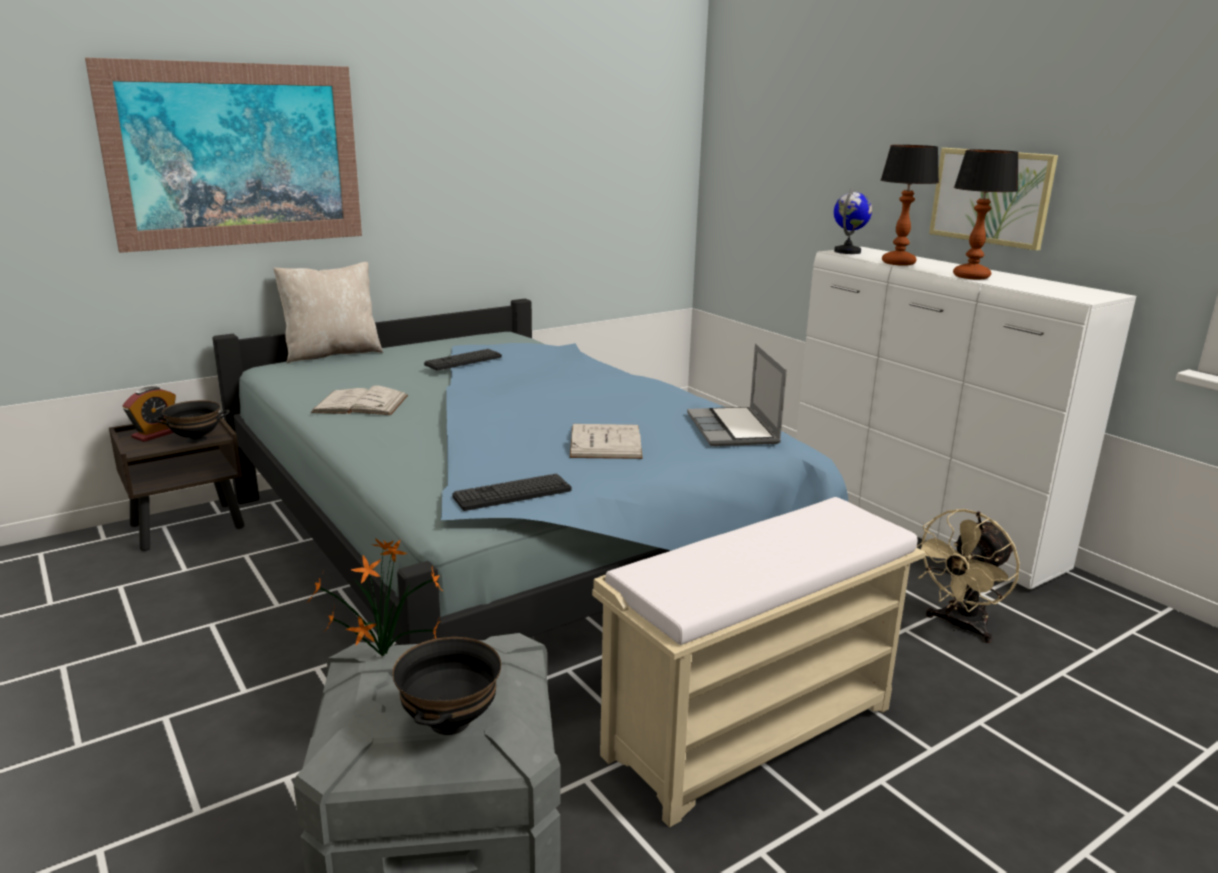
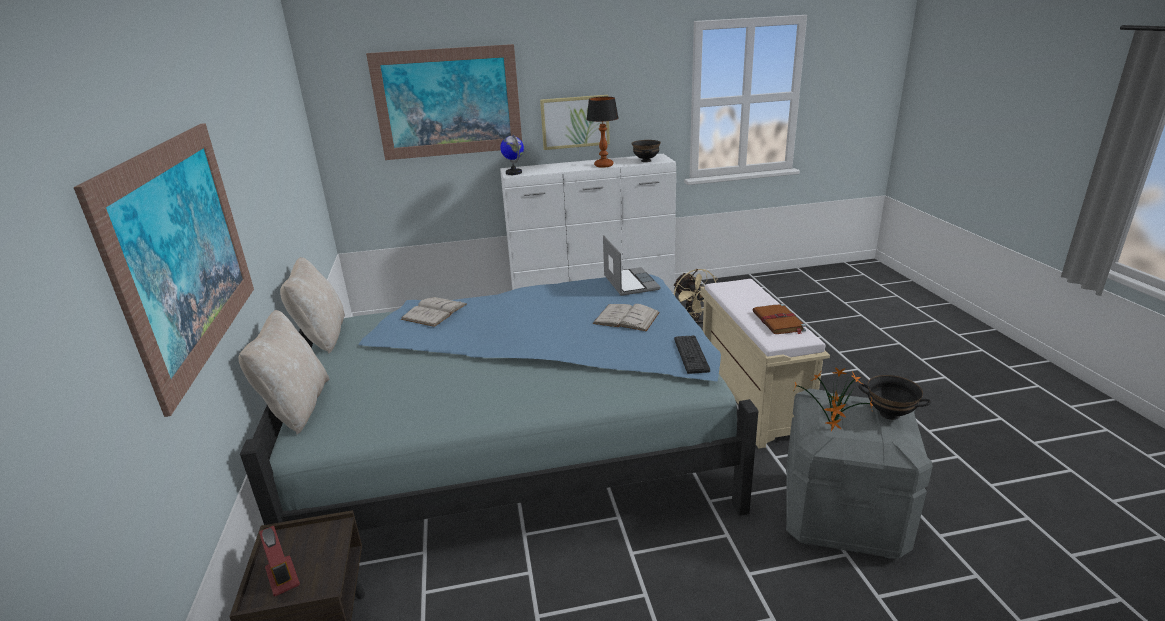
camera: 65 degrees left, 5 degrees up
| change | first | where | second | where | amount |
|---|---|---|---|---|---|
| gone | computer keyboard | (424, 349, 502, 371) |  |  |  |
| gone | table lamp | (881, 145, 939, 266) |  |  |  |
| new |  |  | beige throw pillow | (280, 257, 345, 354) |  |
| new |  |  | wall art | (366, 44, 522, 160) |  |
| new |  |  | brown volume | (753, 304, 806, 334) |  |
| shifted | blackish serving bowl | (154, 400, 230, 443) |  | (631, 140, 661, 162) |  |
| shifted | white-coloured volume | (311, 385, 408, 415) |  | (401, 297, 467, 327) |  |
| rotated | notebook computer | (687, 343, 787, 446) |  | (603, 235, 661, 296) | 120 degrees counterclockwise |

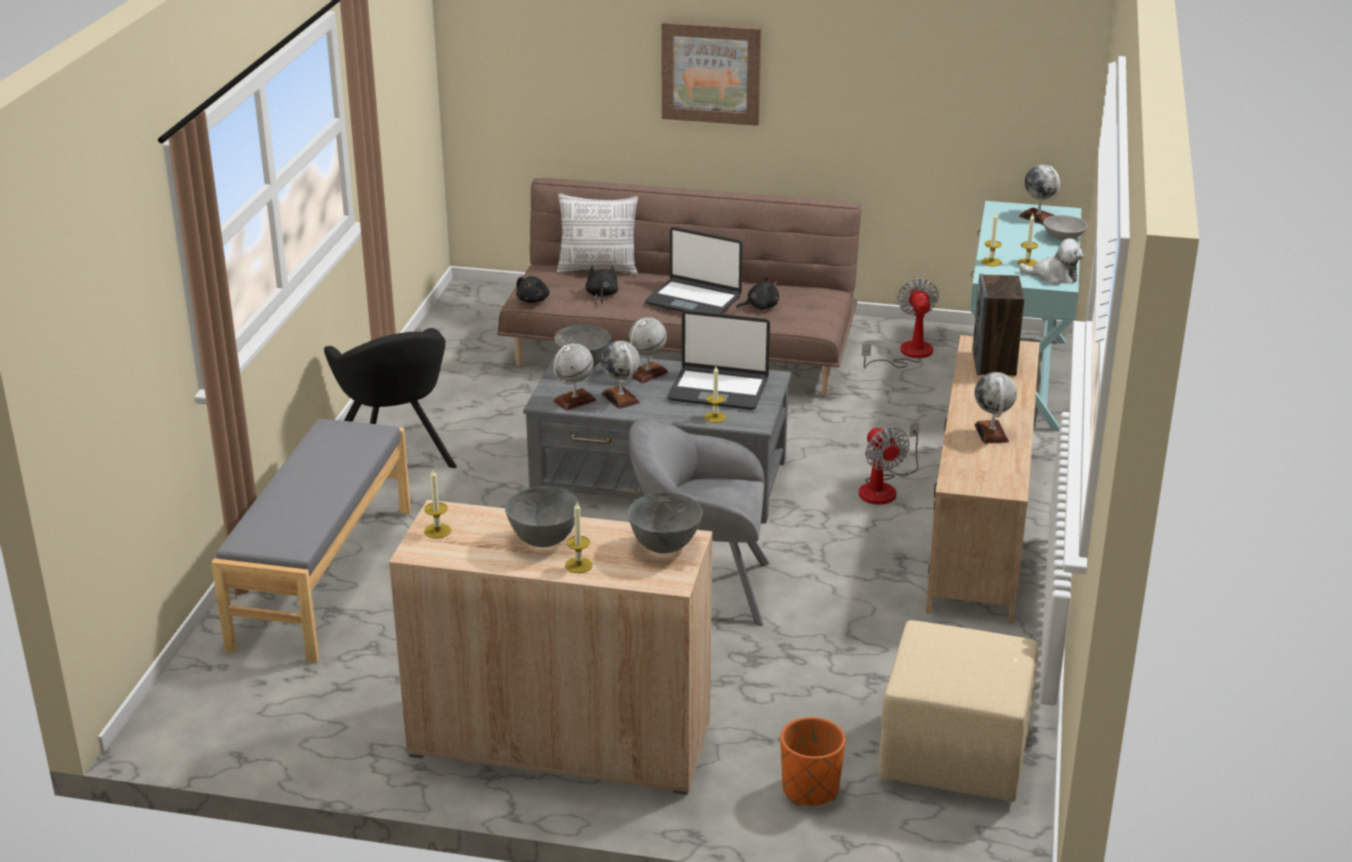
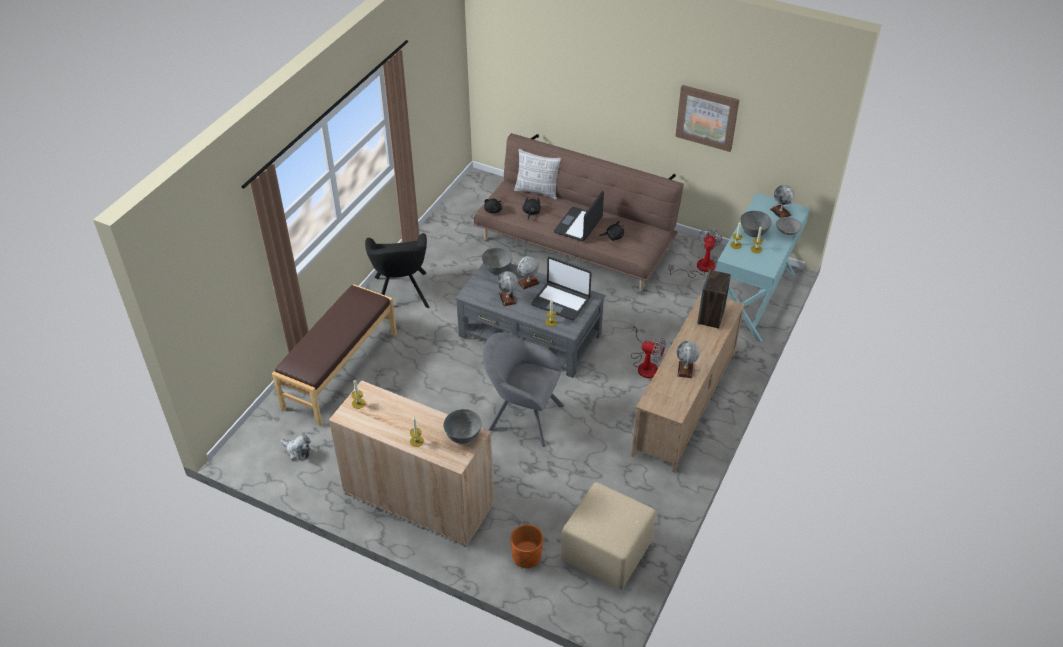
camera: 15 degrees right, 15 degrees up
| change | first | where | second | where | amount |
|---|---|---|---|---|---|
| gone | world globe | (553, 343, 596, 411) |  |  |  |
| shifted | greyish serving bowl | (505, 487, 580, 547) |  | (740, 211, 772, 237) |  |
| shifted | wall art | (661, 21, 762, 126) |  | (675, 85, 739, 152) |  |
| shifted | soft toy | (1019, 238, 1084, 285) |  | (281, 435, 312, 460) |  |
| repainted | greyish indoor bench | (211, 419, 411, 663) | brown indoor bench | (272, 284, 397, 426) |  |
| rotated | notebook computer | (645, 227, 743, 314) |  | (554, 191, 604, 241) | 75 degrees clockwise |
| rotated | fan | (859, 423, 919, 505) |  | (631, 322, 666, 378) | 60 degrees counterclockwise |

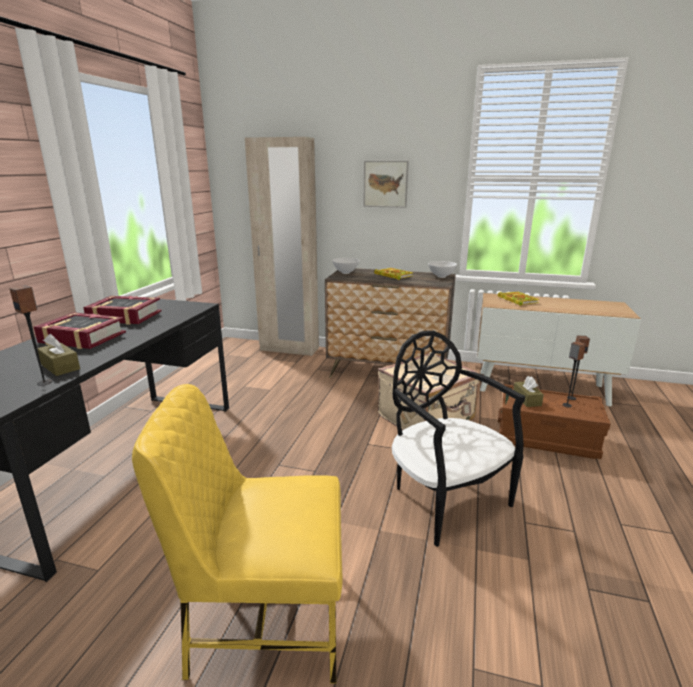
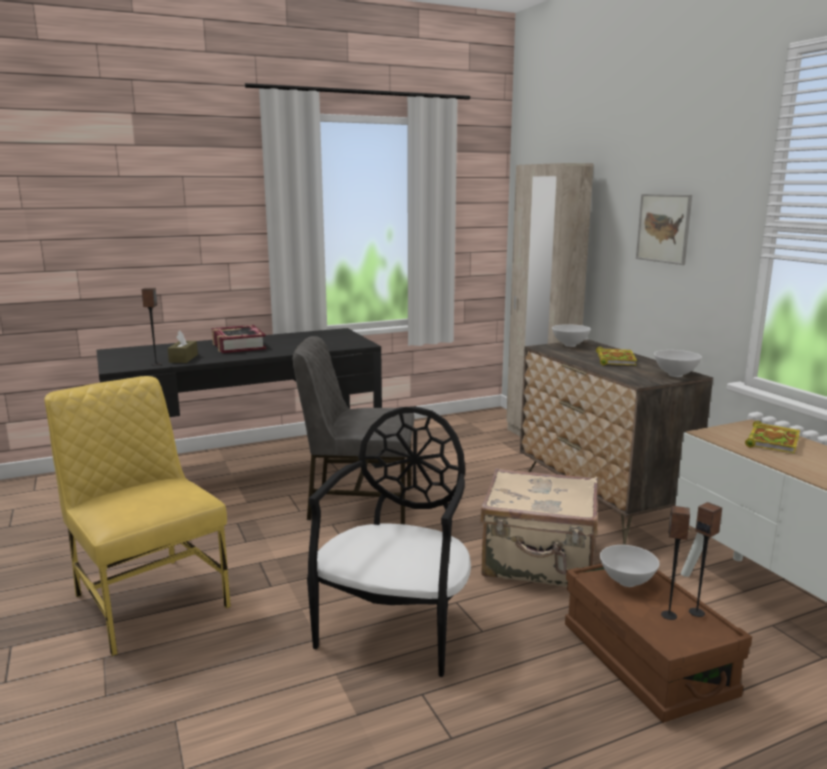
camera: 50 degrees right, 5 degrees down
| change | first | where | second | where | amount |
|---|---|---|---|---|---|
| gone | volume | (83, 296, 162, 325) |  |  |  |
| new |  |  | greyish upright chair | (293, 336, 415, 524) |  |
| swapped | brown tissue box | (513, 376, 544, 407) | white-coloured serving bowl | (600, 545, 660, 587) |  |

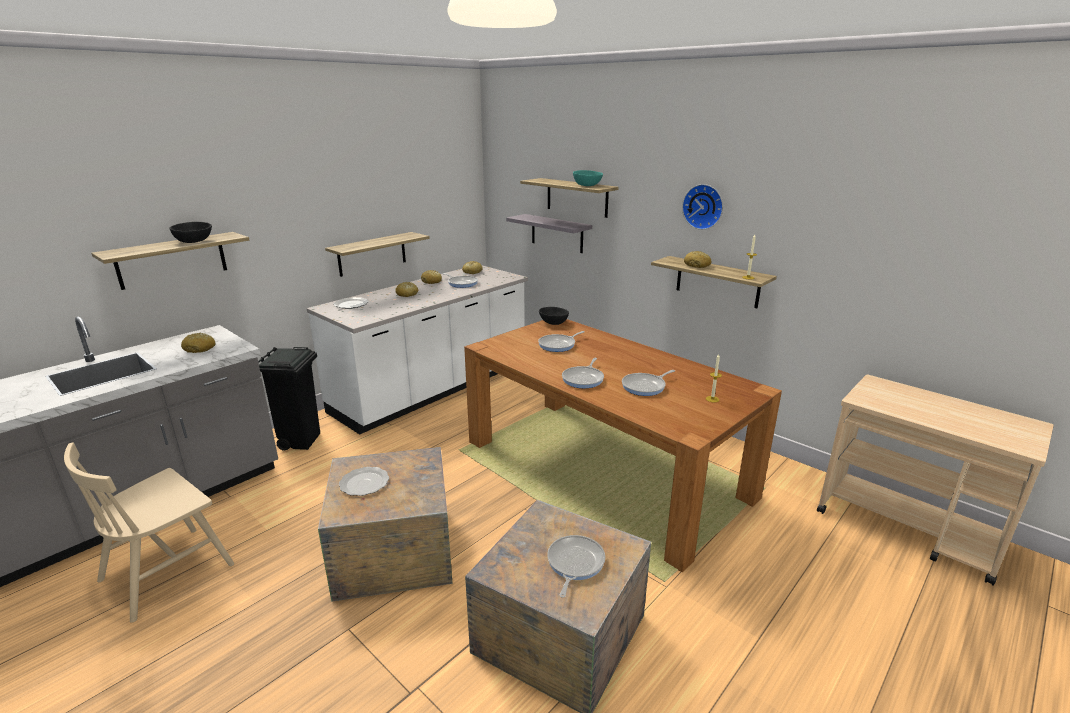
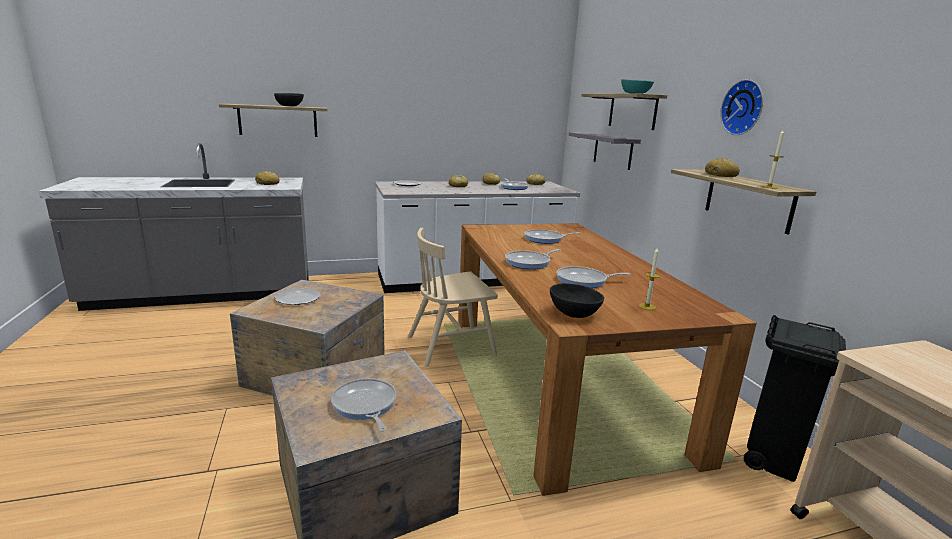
camera: 30 degrees right, 5 degrees down
| change | first | where | second | where | amount |
|---|---|---|---|---|---|
| gone | wall shelf | (325, 232, 430, 277) |  |  |  |
| shifted | beige upright chair | (64, 442, 234, 623) |  | (408, 228, 498, 367) |  |
| shifted | blackish trash can | (258, 347, 320, 451) |  | (744, 315, 846, 482) |  |
| shifted | blackish serving bowl | (539, 307, 569, 325) |  | (550, 283, 604, 318) |  |
| rotated | frying pan | (547, 535, 605, 598) |  | (331, 378, 397, 431) | 75 degrees counterclockwise |

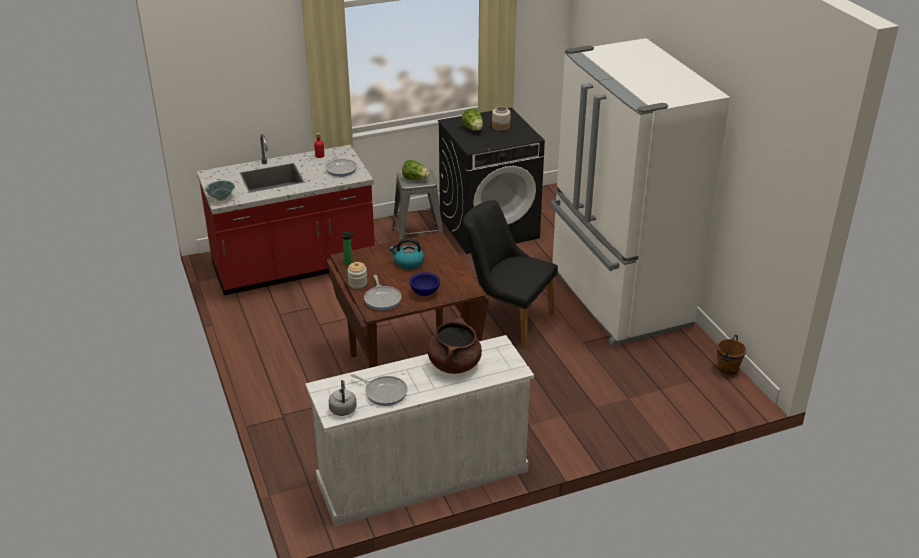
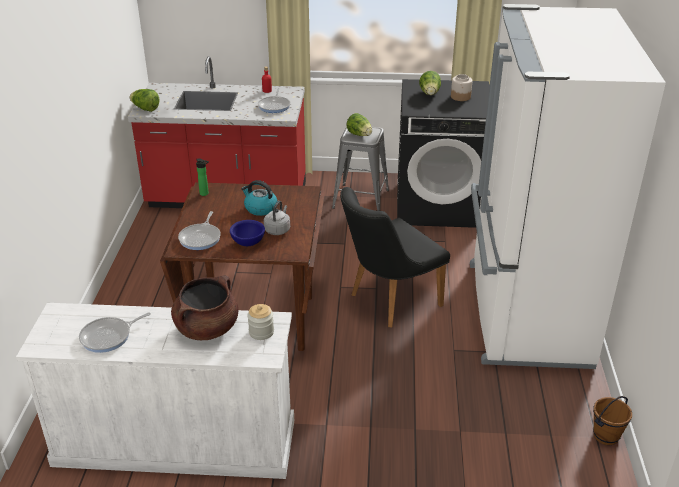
camera: 25 degrees right, 0 degrees up
| change | first | where | second | where | amount |
|---|---|---|---|---|---|
| shifted | greyish water kettle | (329, 380, 357, 416) |  | (264, 201, 290, 235) |  |
| shifted | preserve jar | (347, 262, 367, 289) |  | (247, 304, 274, 340) |  |
| swapped | serving bowl | (204, 180, 235, 201) | head of lettuce | (130, 89, 159, 112) |  |
| rotated | frying pan | (351, 374, 408, 406) |  | (79, 312, 151, 353) | 90 degrees clockwise |
| rotated | blackish upright chair | (463, 200, 558, 349) |  | (340, 187, 450, 327) | 90 degrees counterclockwise |

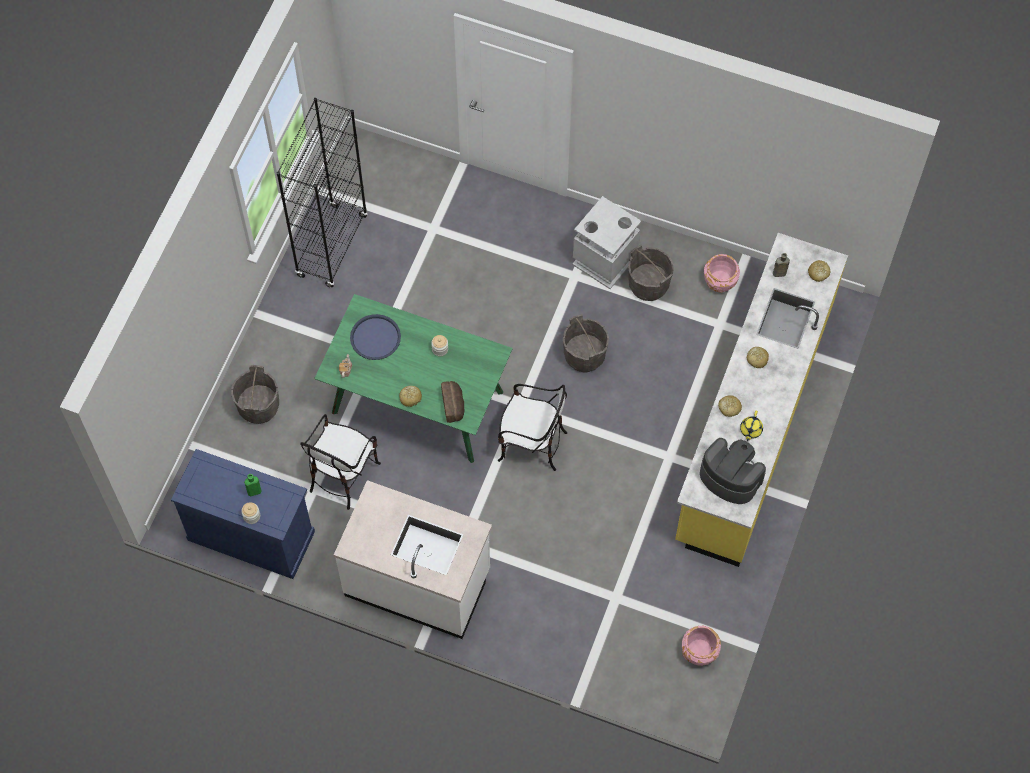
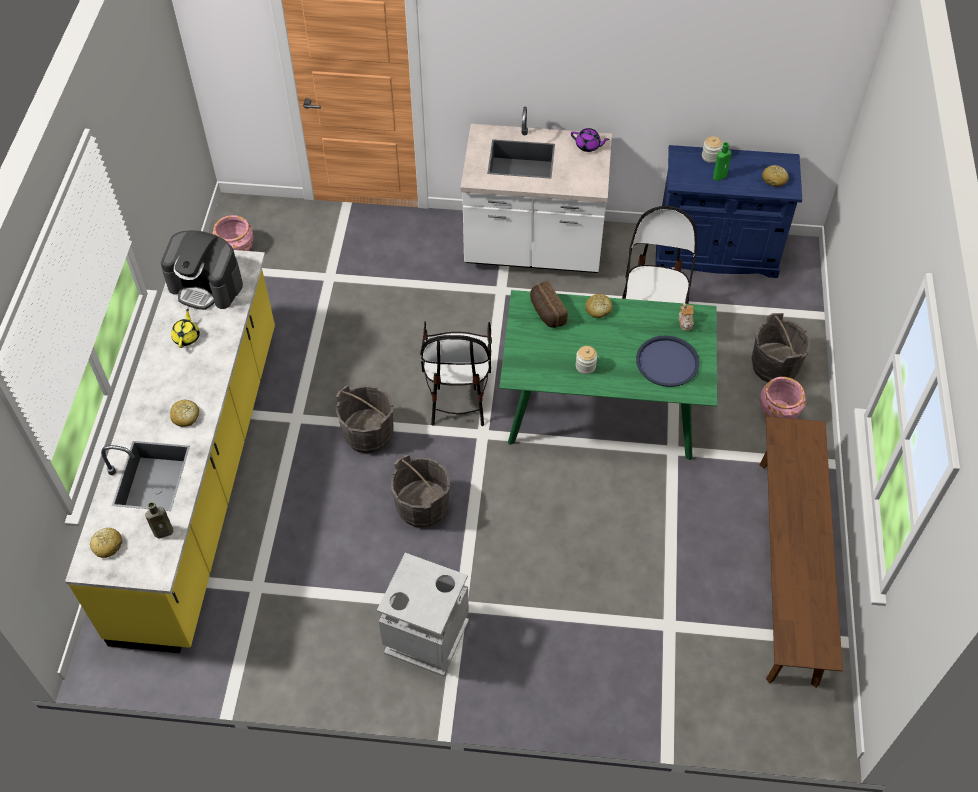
camera: 165 degrees right, 10 degrees down
| change | first | where | second | where | amount |
|---|---|---|---|---|---|
| new |  |  | purple pot for tea | (571, 128, 610, 152) |  |
| shifted | greyish pail | (628, 245, 674, 301) |  | (336, 385, 393, 454) |  |
| shifted | pinkish flower pot | (704, 254, 740, 292) |  | (760, 377, 806, 419) |  |
| shifted | bakery bread | (718, 395, 742, 417) |  | (762, 165, 789, 187) |  |
| swapped | blackish bookcase | (277, 98, 368, 288) | brown indoor bench | (759, 417, 843, 688) |  |
| rotated | upright chair | (498, 384, 567, 471) |  | (420, 321, 492, 426) | 90 degrees counterclockwise |

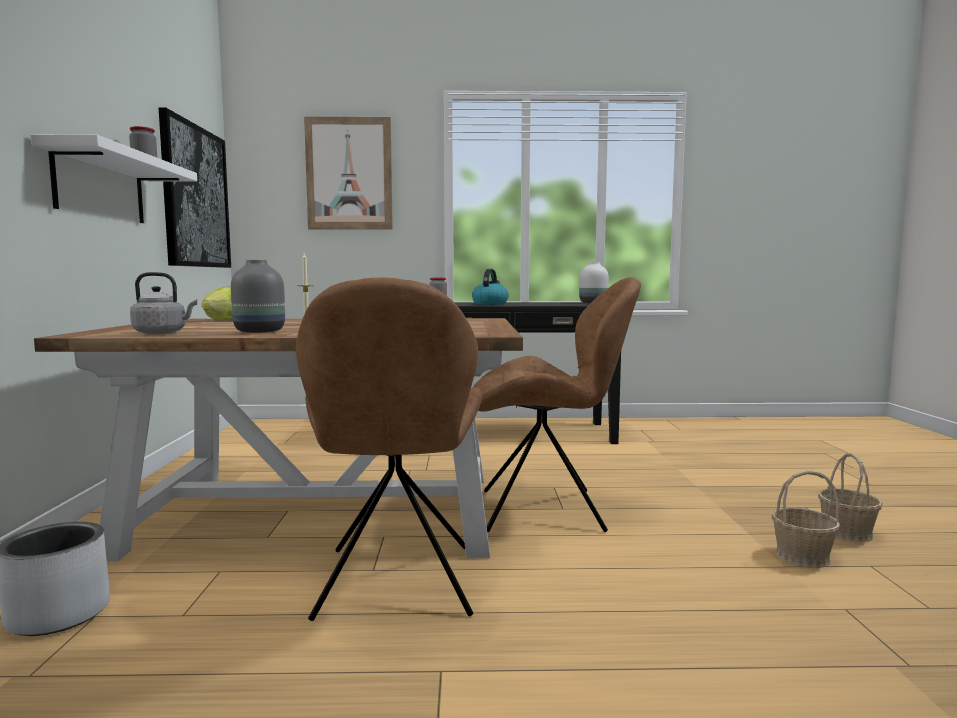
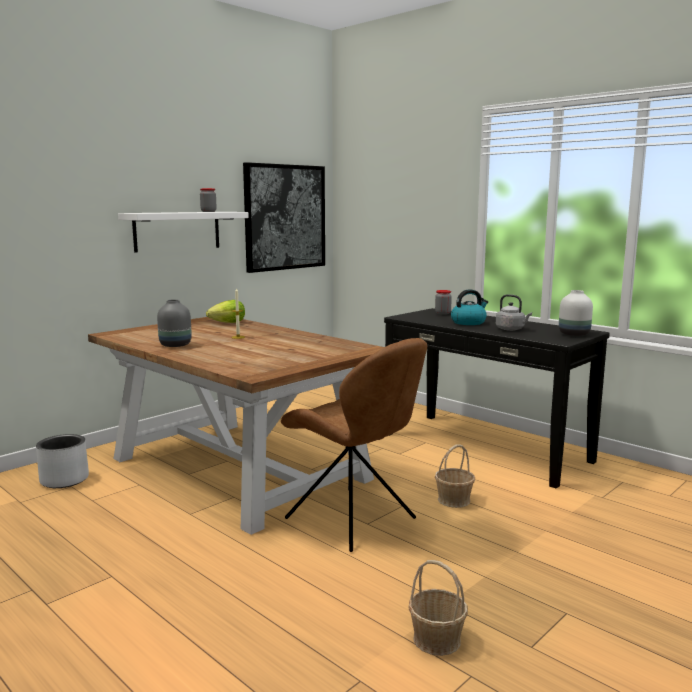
camera: 45 degrees right, 5 degrees up
| change | first | where | second | where | amount |
|---|---|---|---|---|---|
| gone | brown upright chair | (296, 277, 482, 621) |  |  |  |
| gone | wall art | (304, 117, 393, 230) |  |  |  |
| shifted | greyish water kettle | (130, 272, 197, 334) |  | (496, 294, 532, 331) |  |
| shifted | storage basket | (818, 453, 883, 542) |  | (435, 444, 475, 508) |  |

